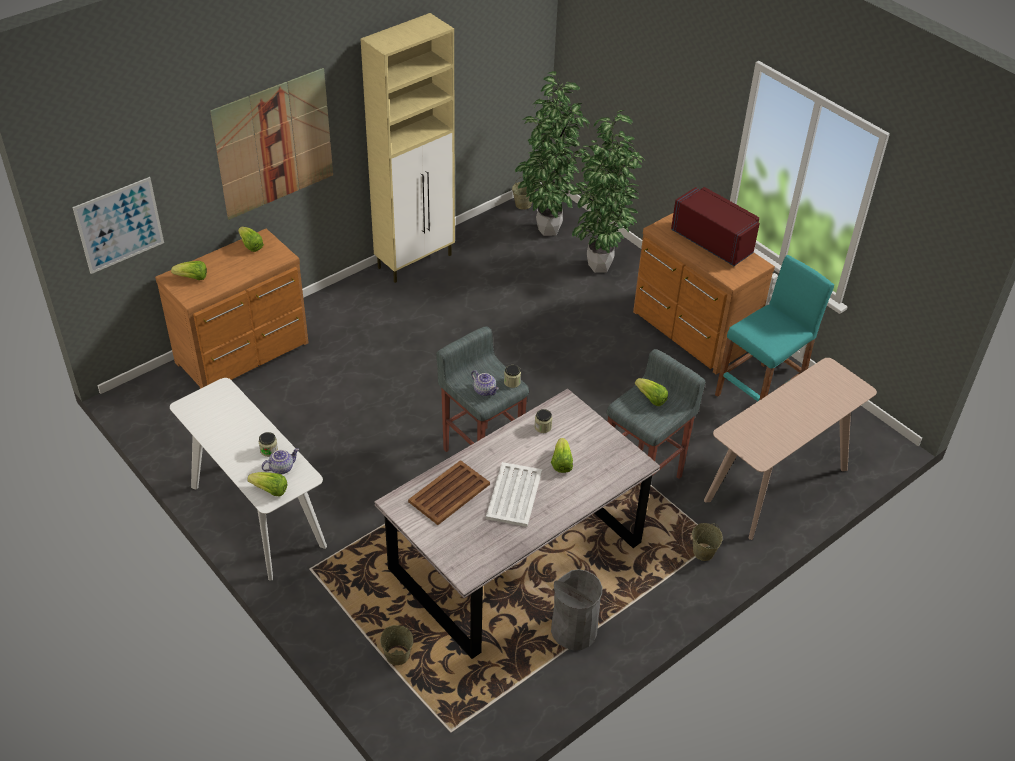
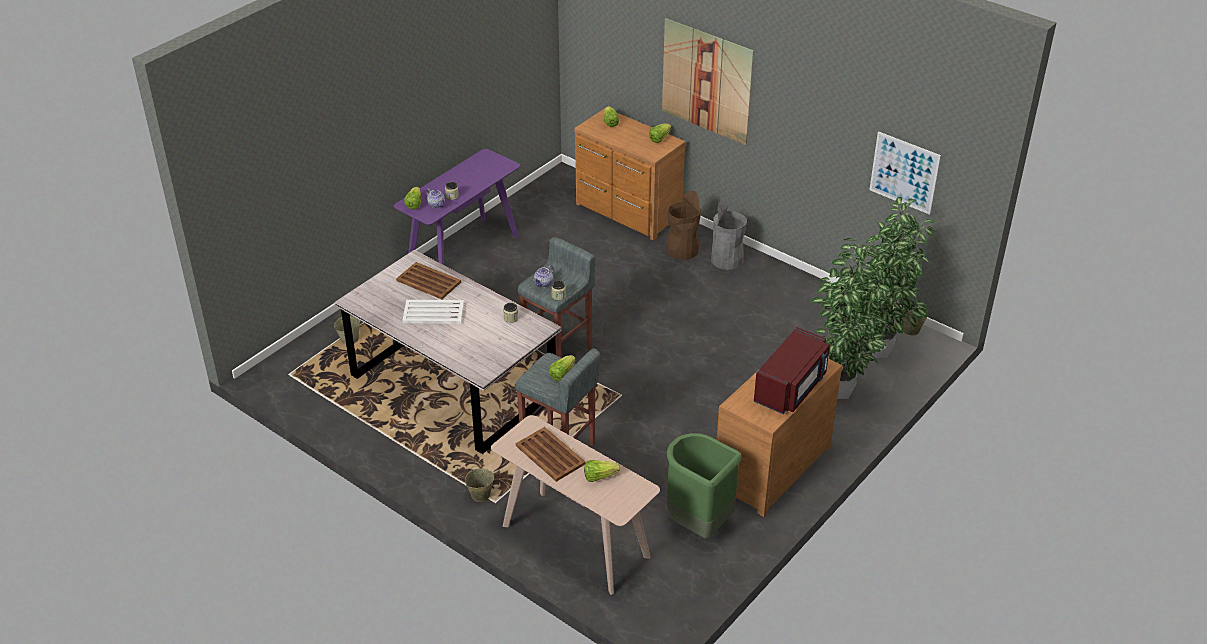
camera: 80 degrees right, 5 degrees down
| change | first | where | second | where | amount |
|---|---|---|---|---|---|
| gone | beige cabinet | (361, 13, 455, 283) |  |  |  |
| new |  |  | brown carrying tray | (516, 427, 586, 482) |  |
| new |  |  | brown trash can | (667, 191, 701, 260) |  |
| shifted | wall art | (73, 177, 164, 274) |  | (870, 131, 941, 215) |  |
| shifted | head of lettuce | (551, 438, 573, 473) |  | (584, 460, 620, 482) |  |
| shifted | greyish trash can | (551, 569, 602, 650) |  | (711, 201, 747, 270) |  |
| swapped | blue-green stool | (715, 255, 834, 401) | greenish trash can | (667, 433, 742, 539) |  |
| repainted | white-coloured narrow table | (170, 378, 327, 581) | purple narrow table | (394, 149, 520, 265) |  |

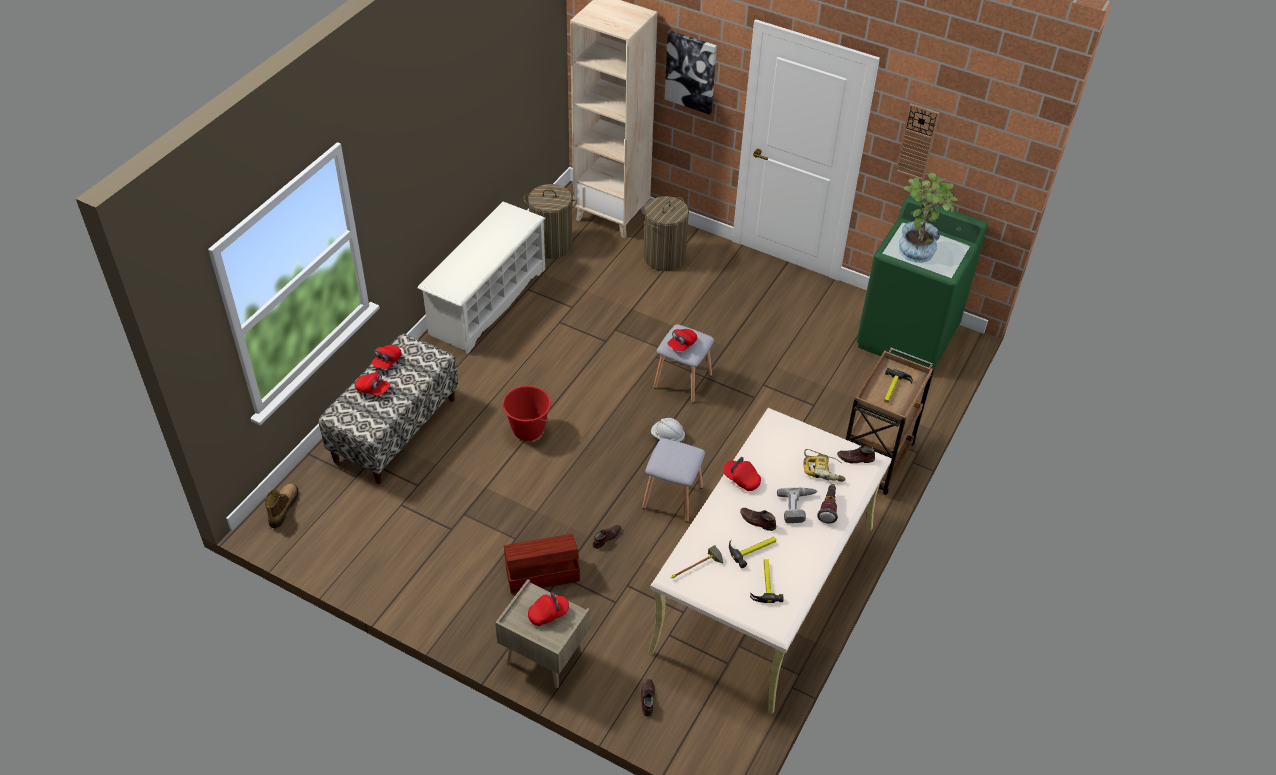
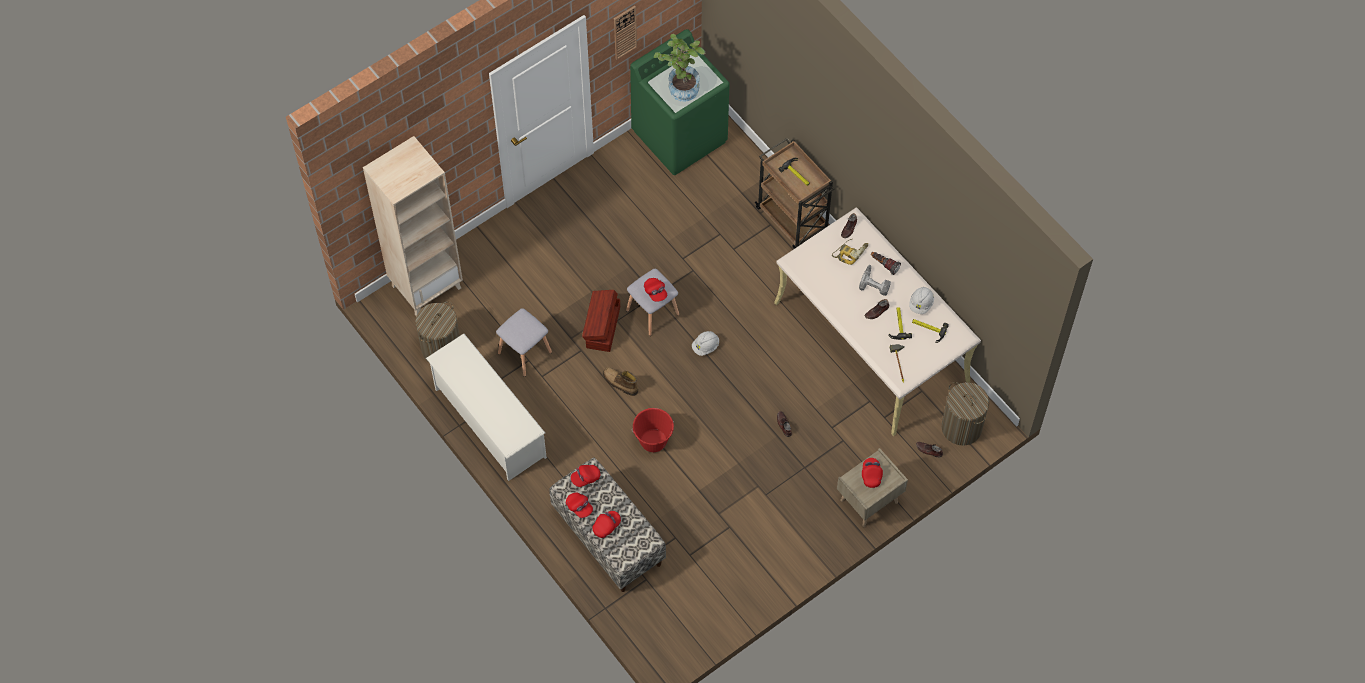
camera: 65 degrees left, 15 degrees up
| change | first | where | second | where | amount |
|---|---|---|---|---|---|
| gone | wall art | (665, 31, 717, 115) |  |  |  |
| new |  |  | white-coloured safety helmet | (909, 287, 934, 314) |  |
| shifted | high-top boot | (265, 483, 298, 528) |  | (603, 367, 638, 396) |  |
| shifted | brown storage bin | (504, 534, 580, 593) |  | (582, 290, 620, 352) |  |
| shifted | greyish stool | (642, 438, 705, 522) |  | (496, 308, 552, 377) |  |
| shifted | hamper | (644, 196, 689, 271) |  | (942, 382, 989, 446) |  |
| shifted | red-coloured cap | (723, 457, 761, 491) |  | (570, 465, 600, 487) |  |

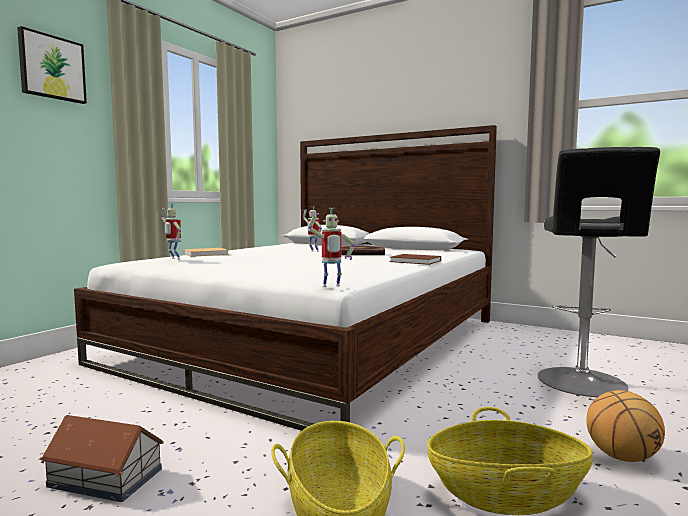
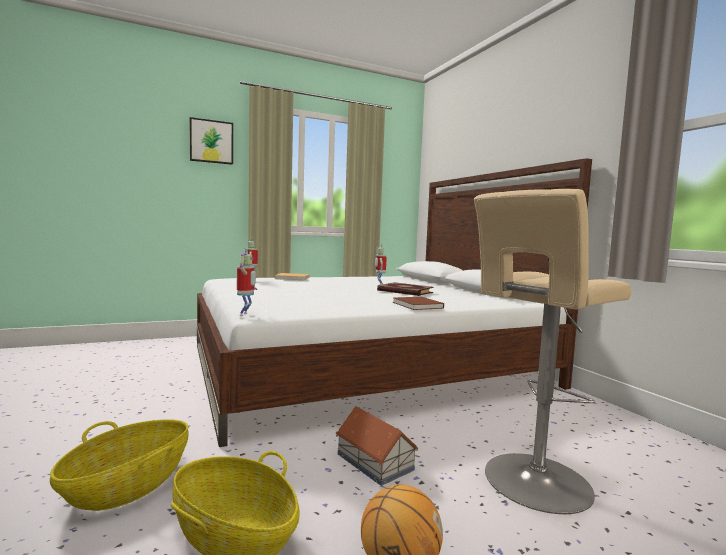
camera: 35 degrees right, 0 degrees up
| change | first | where | second | where | amount |
|---|---|---|---|---|---|
| shifted | model house | (40, 415, 164, 502) |  | (336, 406, 418, 486) |  |
| repainted | blackish stool | (538, 147, 660, 397) | beige stool | (474, 189, 632, 514) |  |
| rotated | toy robot | (308, 209, 355, 287) |  | (237, 248, 258, 316) | 105 degrees counterclockwise |

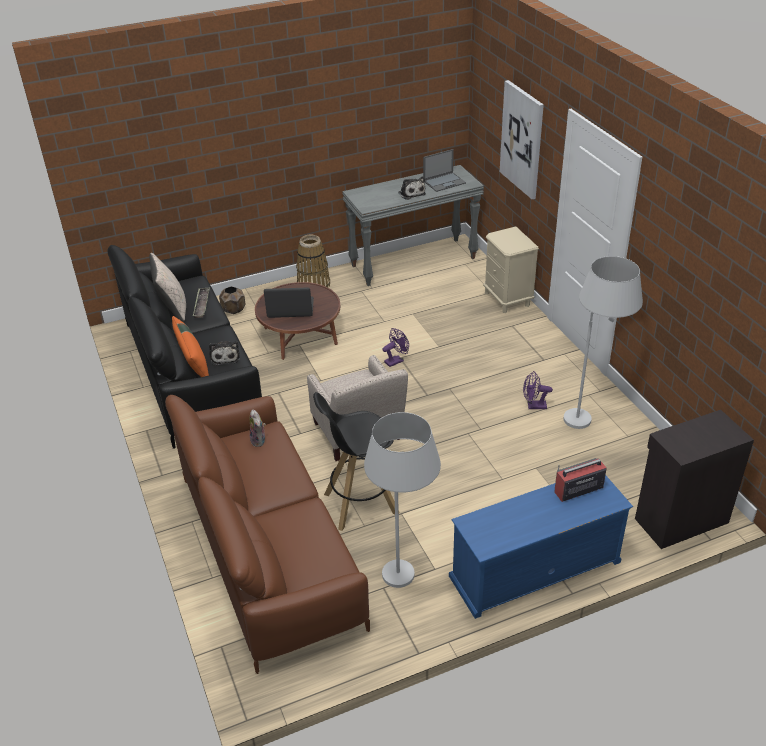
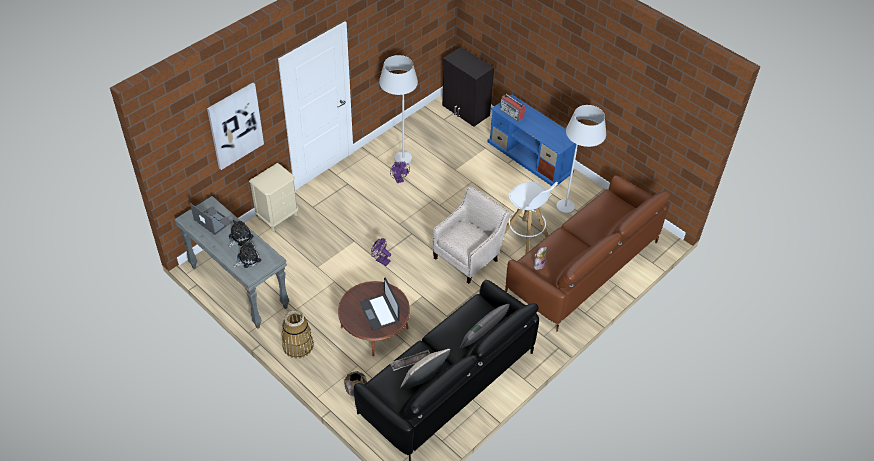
camera: 115 degrees left, 10 degrees up
| change | first | where | second | where | amount |
|---|---|---|---|---|---|
| shifted | soft toy | (209, 341, 240, 366) |  | (233, 241, 261, 268) |  |
| repainted | orange throw pillow | (172, 316, 209, 377) | greyish throw pillow | (460, 304, 510, 348) |  |
| repainted | blackish stool | (313, 392, 400, 531) | white-coloured stool | (504, 182, 558, 253) |  |

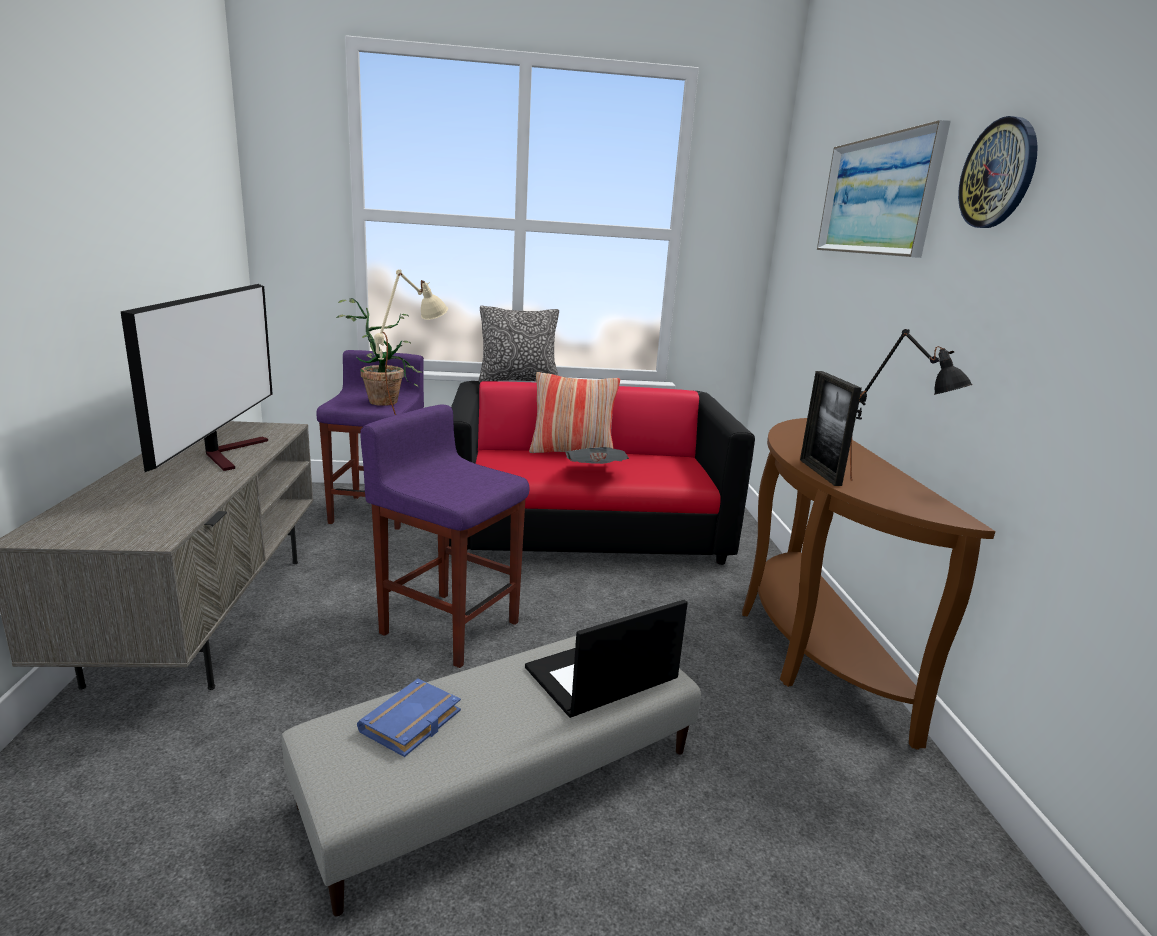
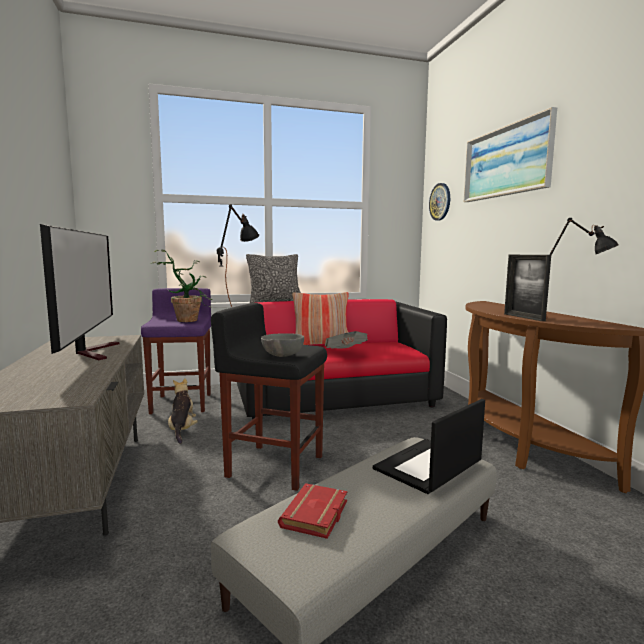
camera: 10 degrees left, 10 degrees down
| change | first | where | second | where | amount |
|---|---|---|---|---|---|
| new |  |  | soft toy | (168, 378, 198, 444) |  |
| new |  |  | greyish serving bowl | (261, 333, 304, 357) |  |
| shifted | hanging clock | (958, 116, 1038, 228) |  | (429, 183, 450, 221) |  |
| repainted | bluish volume | (357, 678, 461, 757) | red-coloured volume | (278, 483, 347, 539) |  |
| repainted | purple stool | (360, 405, 530, 668) | blackish stool | (211, 303, 327, 491) |  |
| repainted | beige table lamp | (374, 269, 448, 415) | blackish table lamp | (217, 204, 259, 307) |  |

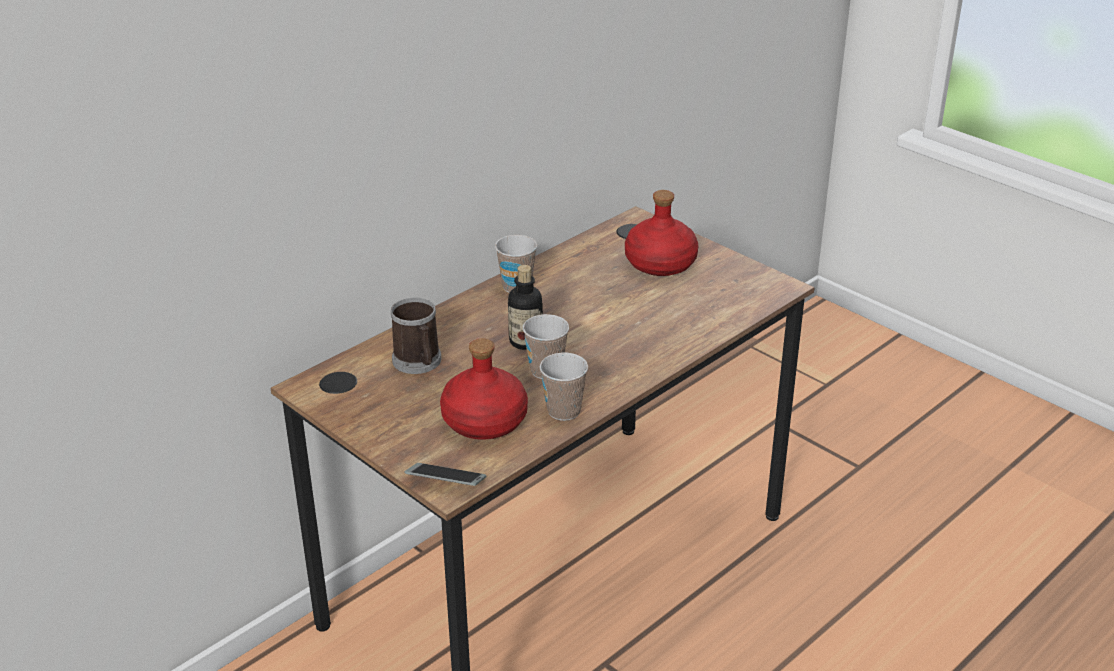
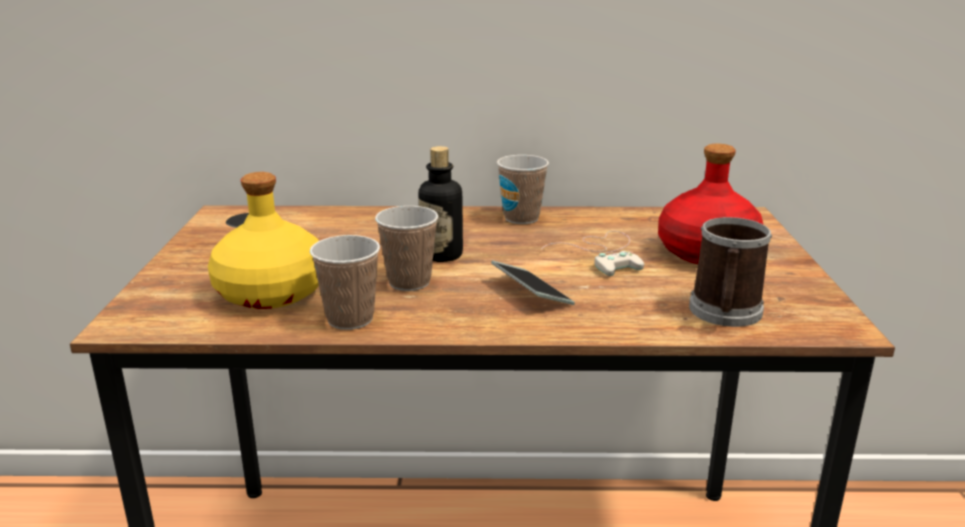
camera: 45 degrees right, 10 degrees down
| change | first | where | second | where | amount |
|---|---|---|---|---|---|
| new |  |  | white-coloured game controller | (542, 231, 644, 276) |  |
| shifted | coffee mug | (391, 298, 441, 374) |  | (689, 217, 772, 327) |  |
| shifted | phone | (405, 463, 486, 486) |  | (491, 260, 575, 305) |  |
| repainted | red-coloured bottle | (440, 338, 528, 439) | yellow-coloured bottle | (208, 172, 319, 309) |  |

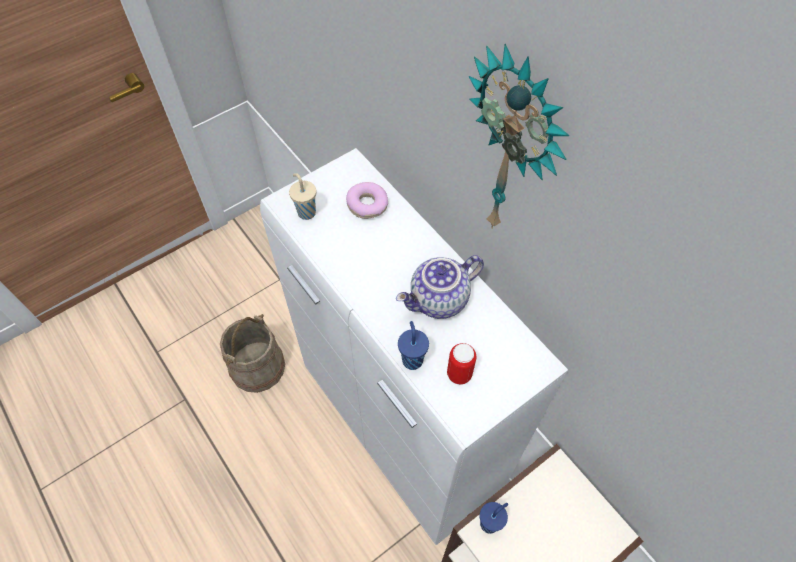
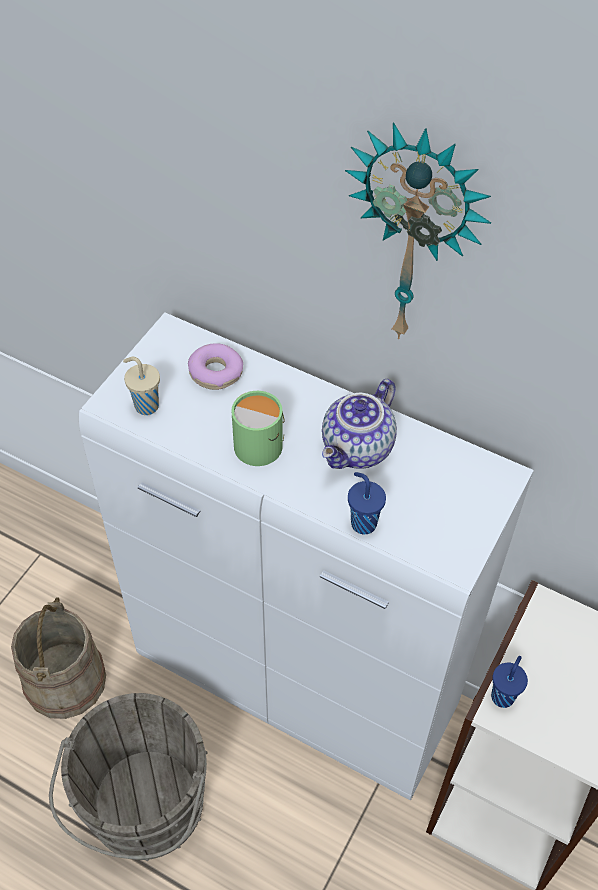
camera: 25 degrees left, 5 degrees down
| change | first | where | second | where | amount |
|---|---|---|---|---|---|
| gone | metal can | (447, 343, 476, 385) |  |  |  |
| new |  |  | greyish pail | (49, 693, 207, 861) |  |
| new |  |  | greenish coffee mug | (231, 391, 285, 466) |  |

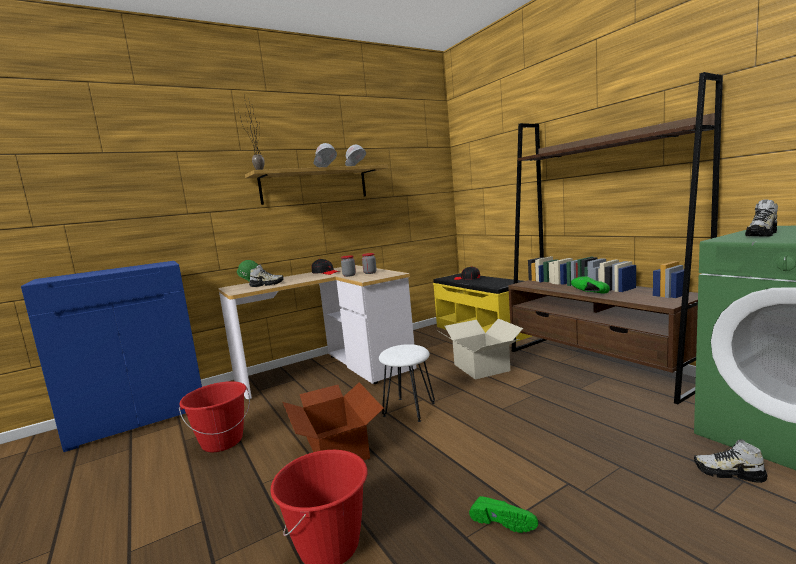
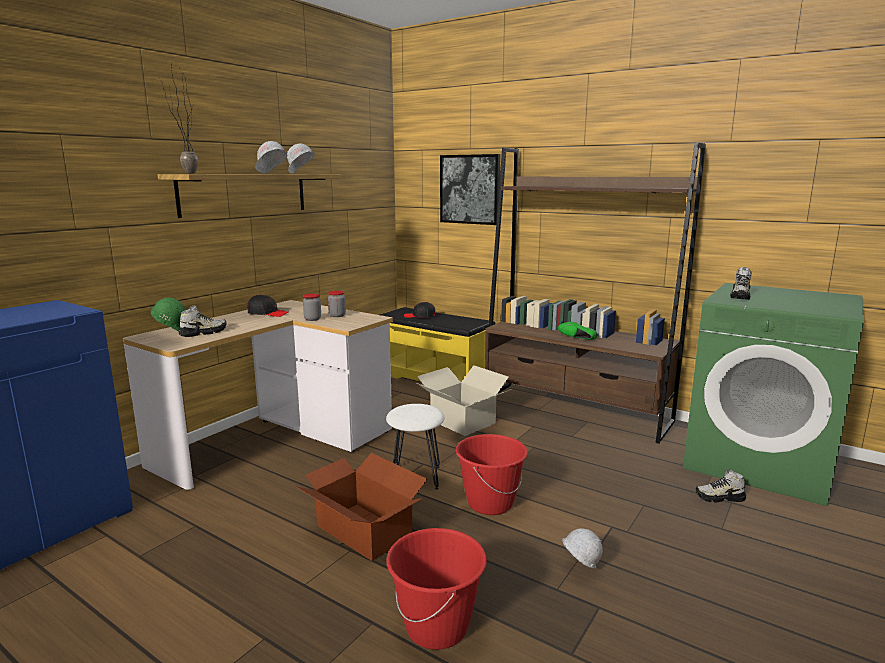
camera: 25 degrees left, 5 degrees up
| change | first | where | second | where | amount |
|---|---|---|---|---|---|
| new |  |  | wall art | (440, 154, 501, 225) |  |
| shifted | red-coloured pail | (179, 381, 250, 452) |  | (456, 434, 528, 515) |  |
| swapped | greenish shoe | (469, 496, 538, 533) | white-coloured safety helmet | (562, 528, 603, 569) |  |

